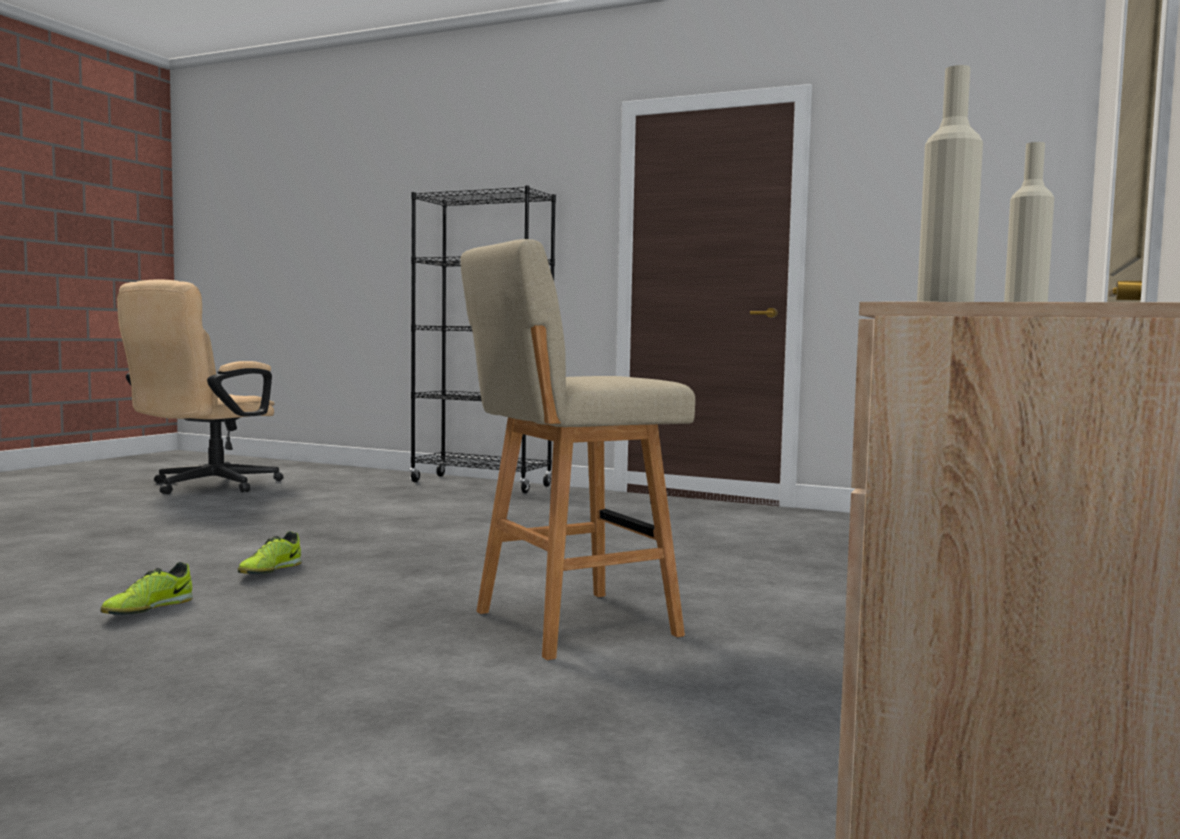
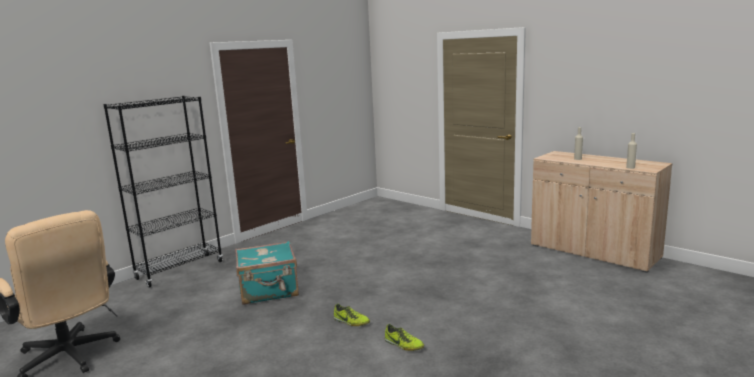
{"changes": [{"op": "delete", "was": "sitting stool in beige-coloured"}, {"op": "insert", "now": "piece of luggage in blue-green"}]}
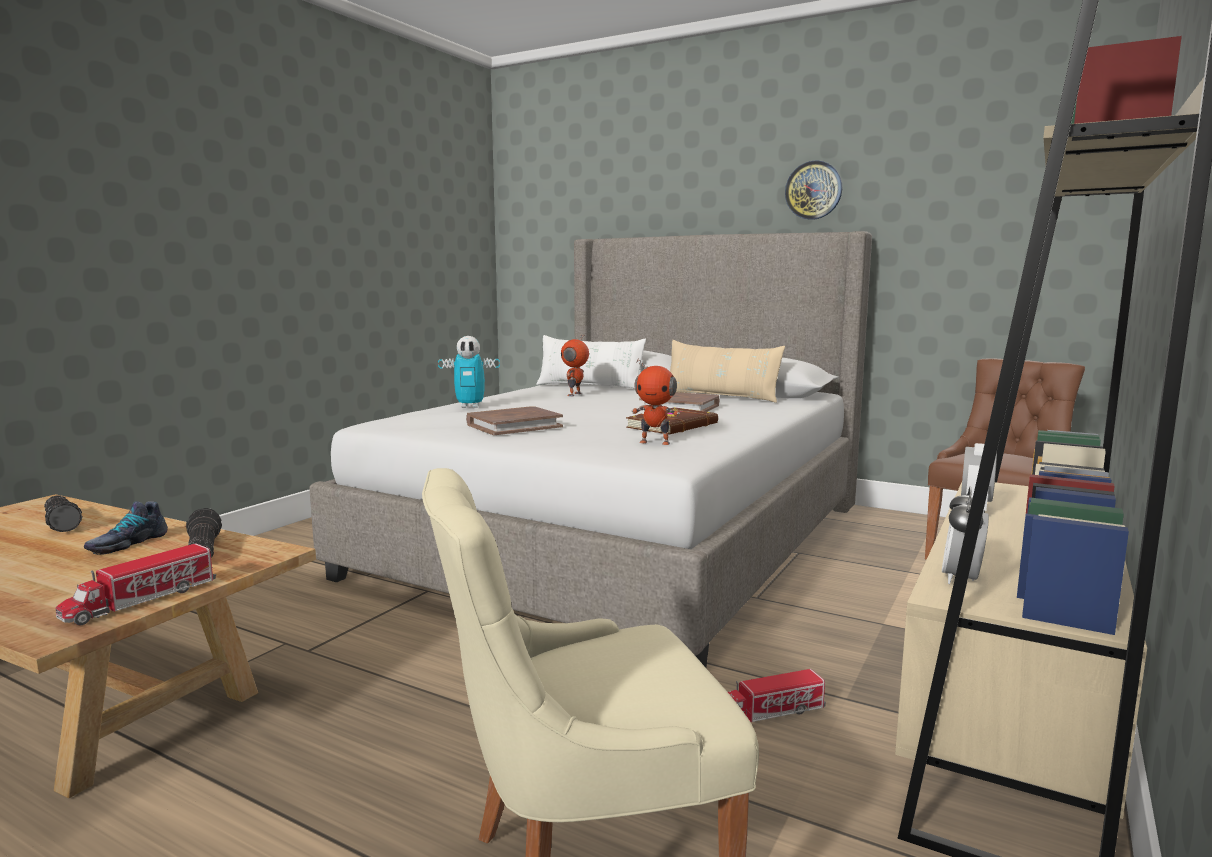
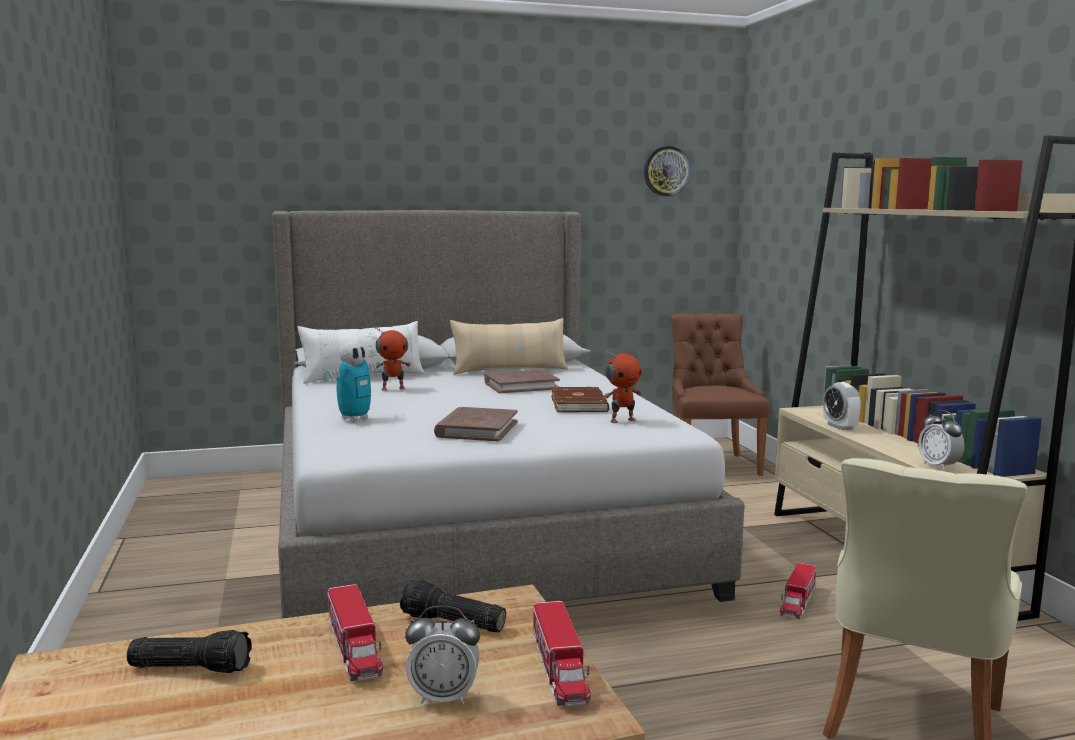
{"changes": [{"op": "move", "was": "clock on the wall"}, {"op": "rotate", "was": "model robot (2nd from left)", "clockwise": -90}, {"op": "replace", "was": "item of footwear", "now": "toy lorry (1st from left)"}, {"op": "insert", "now": "alarm clock (1st from left)"}]}
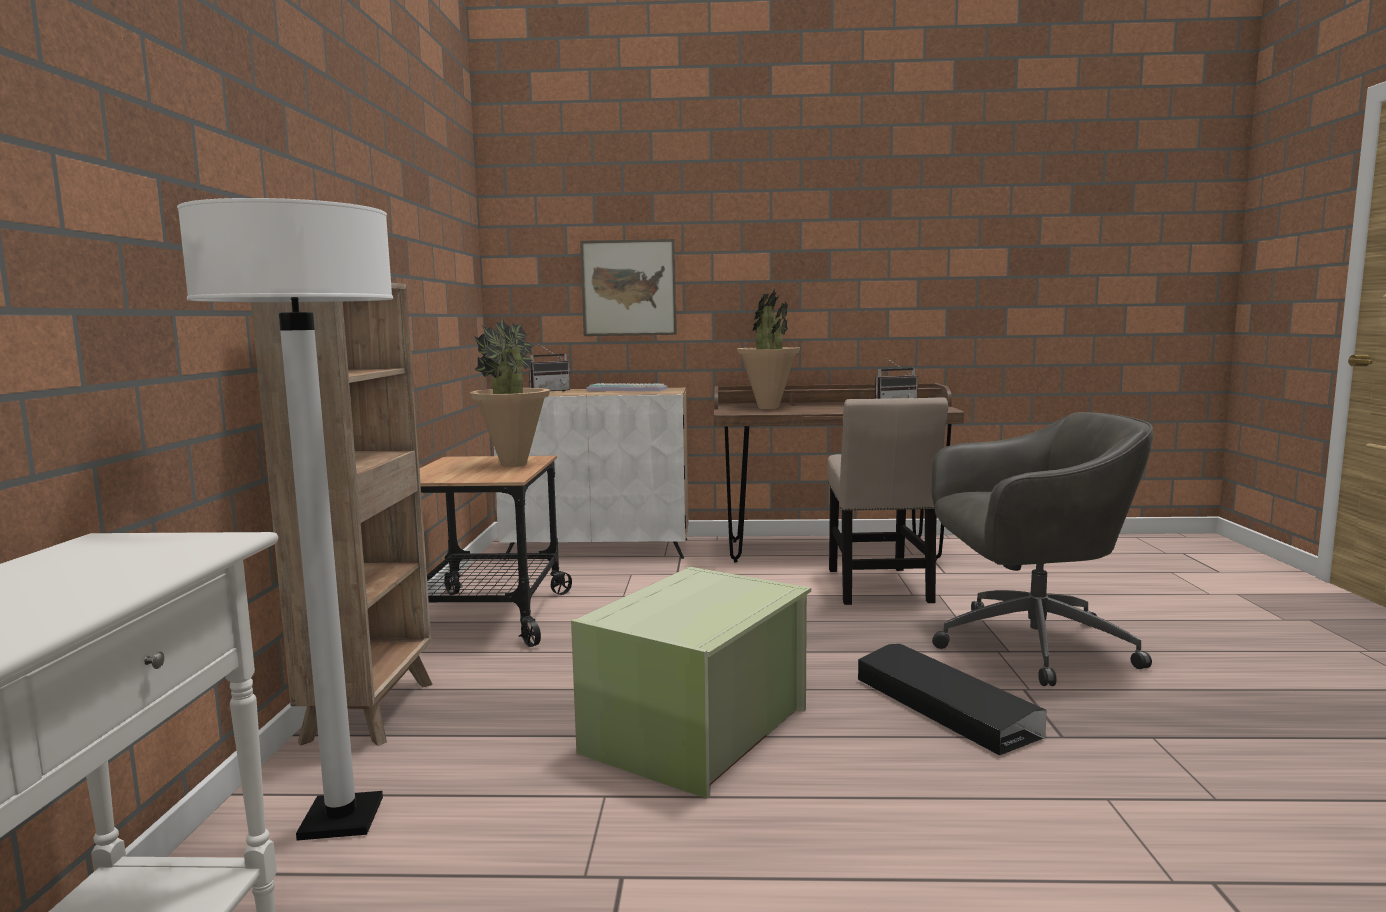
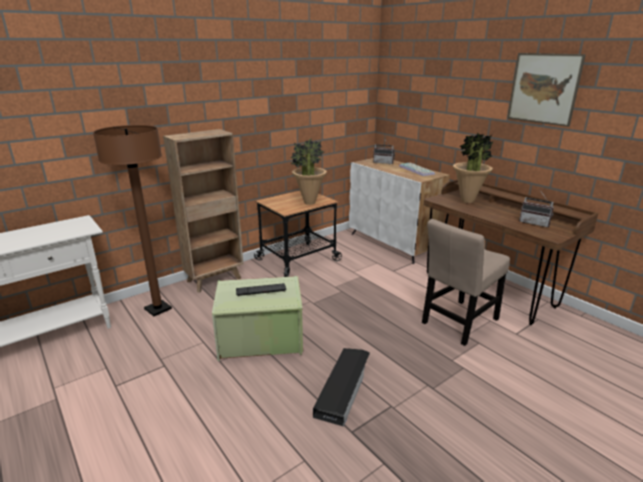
{"changes": [{"op": "recolor", "was": "floor lamp in whitish", "now": "floor lamp in brown-coloured"}, {"op": "move", "was": "picture"}, {"op": "delete", "was": "office chair in gray"}, {"op": "insert", "now": "computer keyboard (1st from left)"}]}
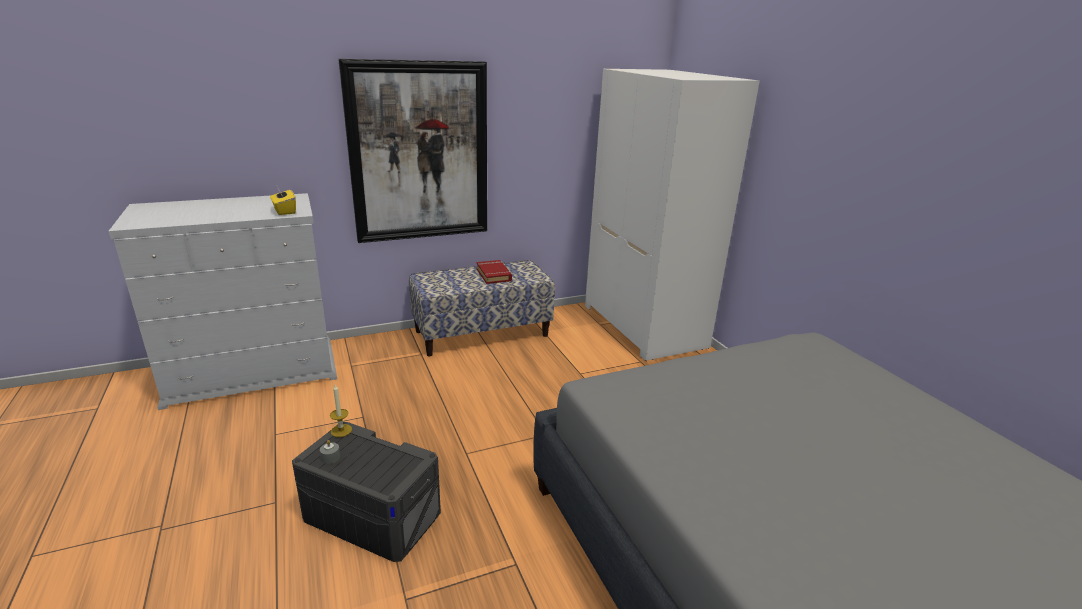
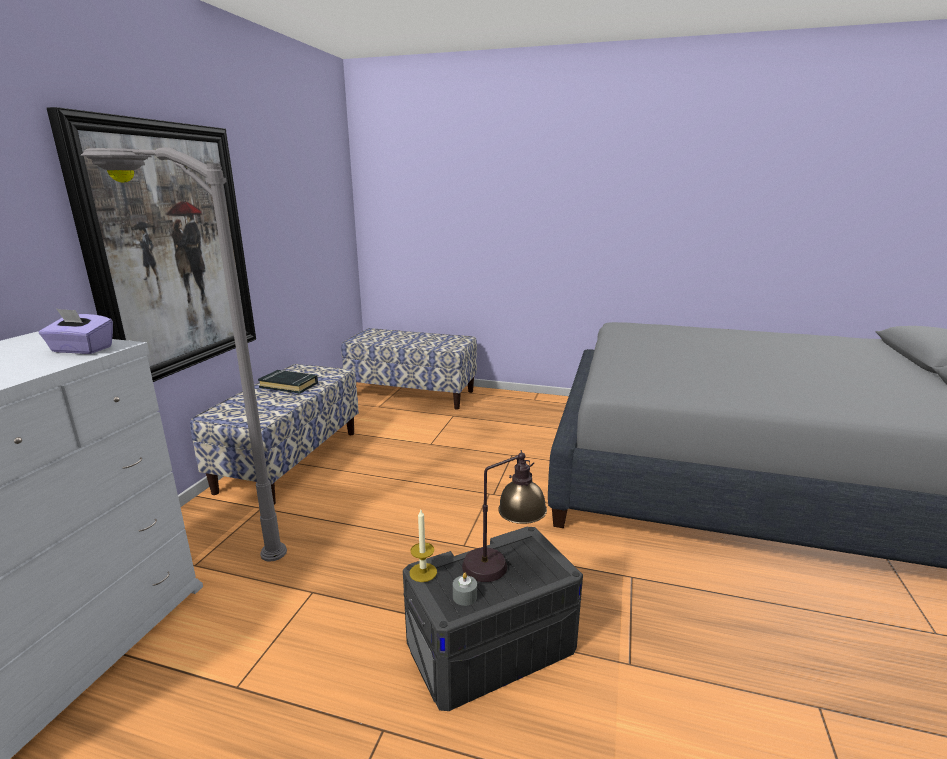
{"changes": [{"op": "replace", "was": "armoire in whitish", "now": "long seat (2nd from left)"}, {"op": "recolor", "was": "box of tissues in yellowish", "now": "box of tissues in purple"}, {"op": "recolor", "was": "bound book in red", "now": "bound book in blackish"}, {"op": "insert", "now": "floor lamp in gray"}, {"op": "insert", "now": "table lamp"}]}
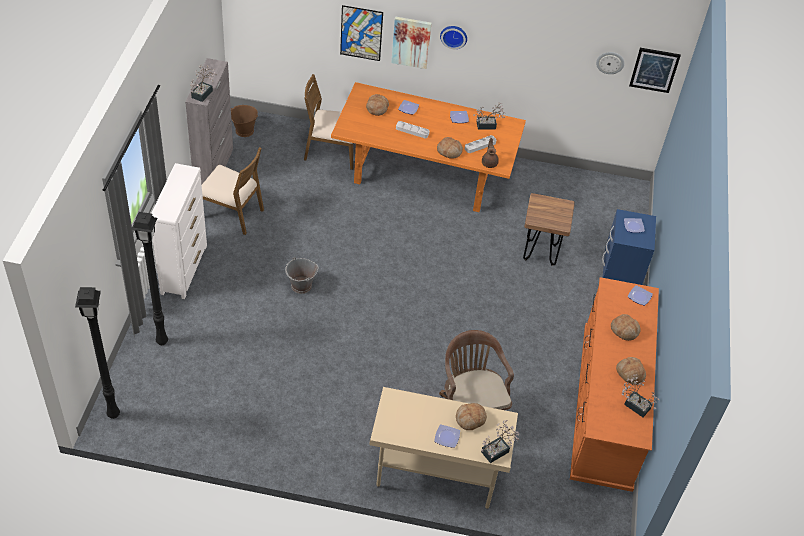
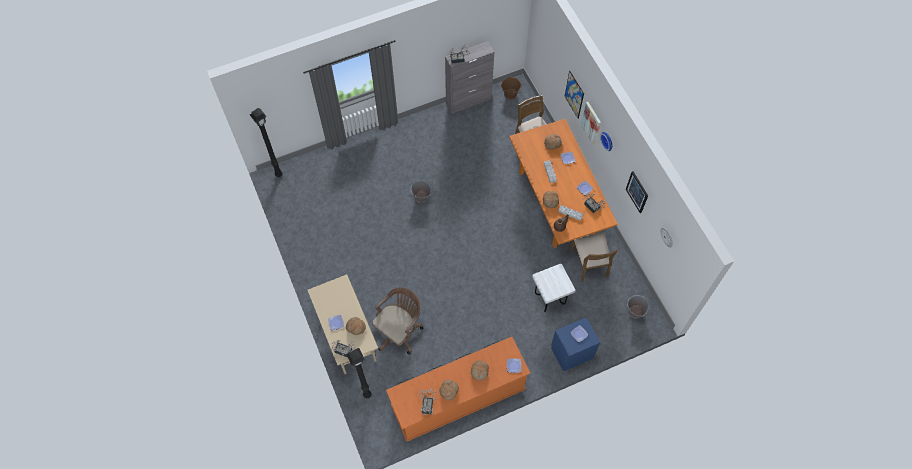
{"changes": [{"op": "move", "was": "picture (3rd from left)"}, {"op": "move", "was": "upright chair in brown-coloured (1st from left in the first image)", "now": "upright chair in brown-coloured (2nd from left)"}, {"op": "delete", "was": "chest of drawers in whitish"}, {"op": "recolor", "was": "sitting stool in brown-coloured", "now": "sitting stool in whitish"}, {"op": "move", "was": "floor lamp in blackish (2nd from left)"}, {"op": "insert", "now": "pail in gray (2nd from left)"}]}
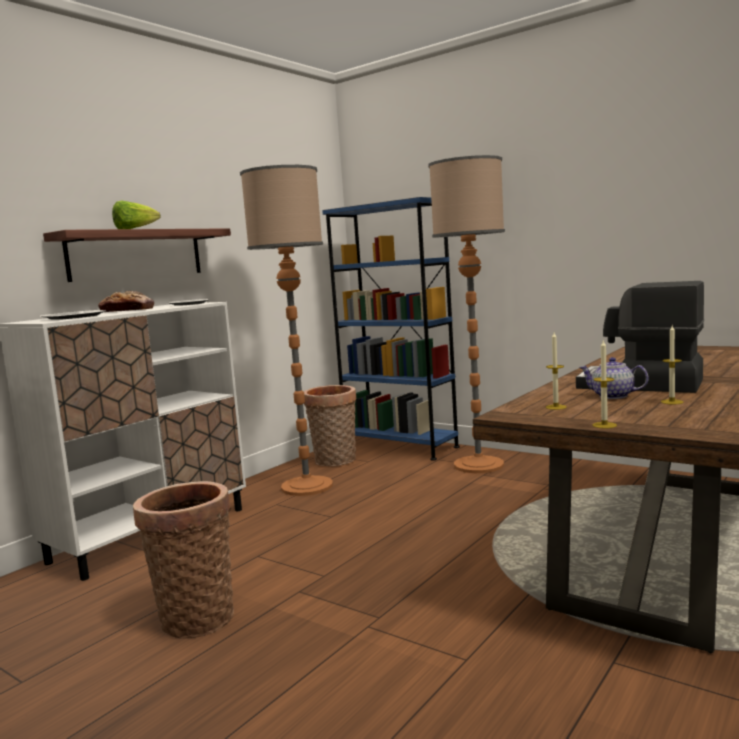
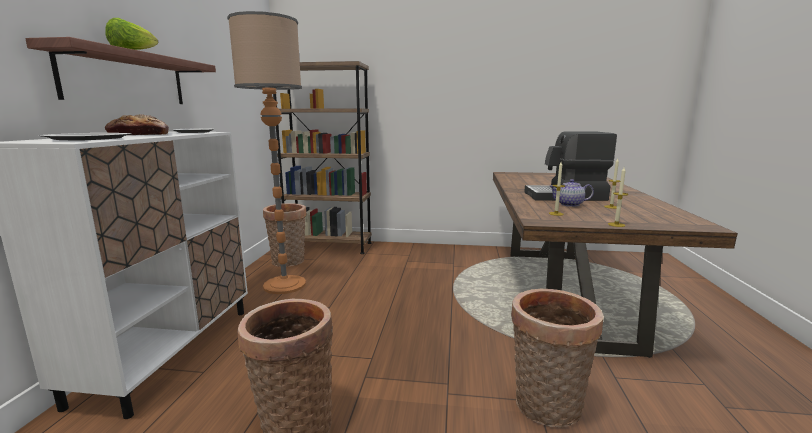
{"changes": [{"op": "delete", "was": "floor lamp (2nd from left)"}, {"op": "recolor", "was": "bookshelf in blue-coloured", "now": "bookshelf in brown-coloured"}, {"op": "insert", "now": "basket (3rd from left)"}]}
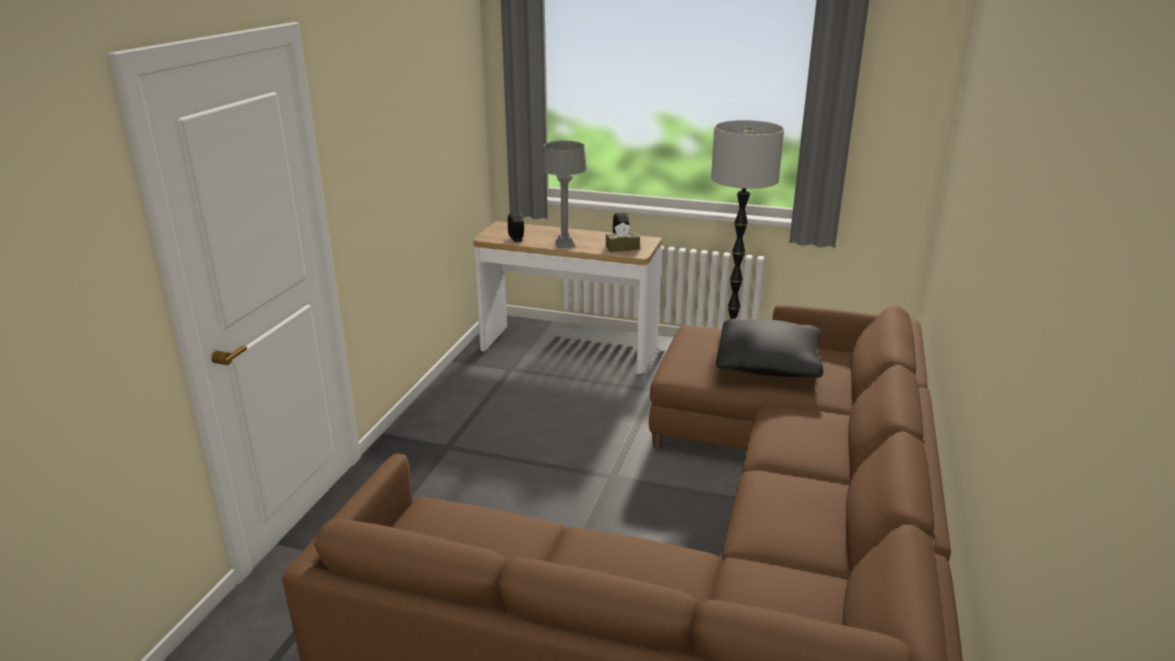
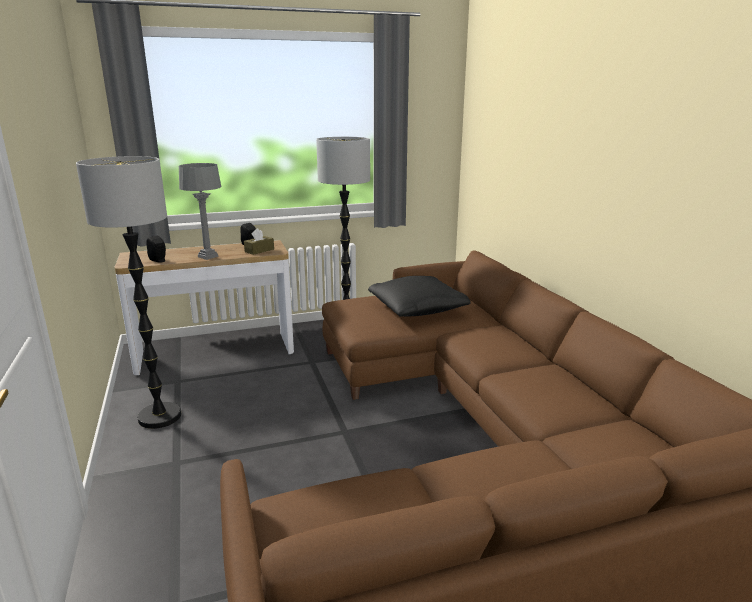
{"changes": [{"op": "insert", "now": "floor lamp (1st from left)"}]}
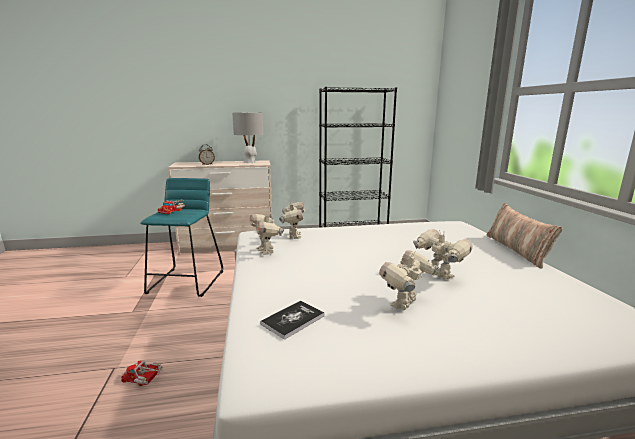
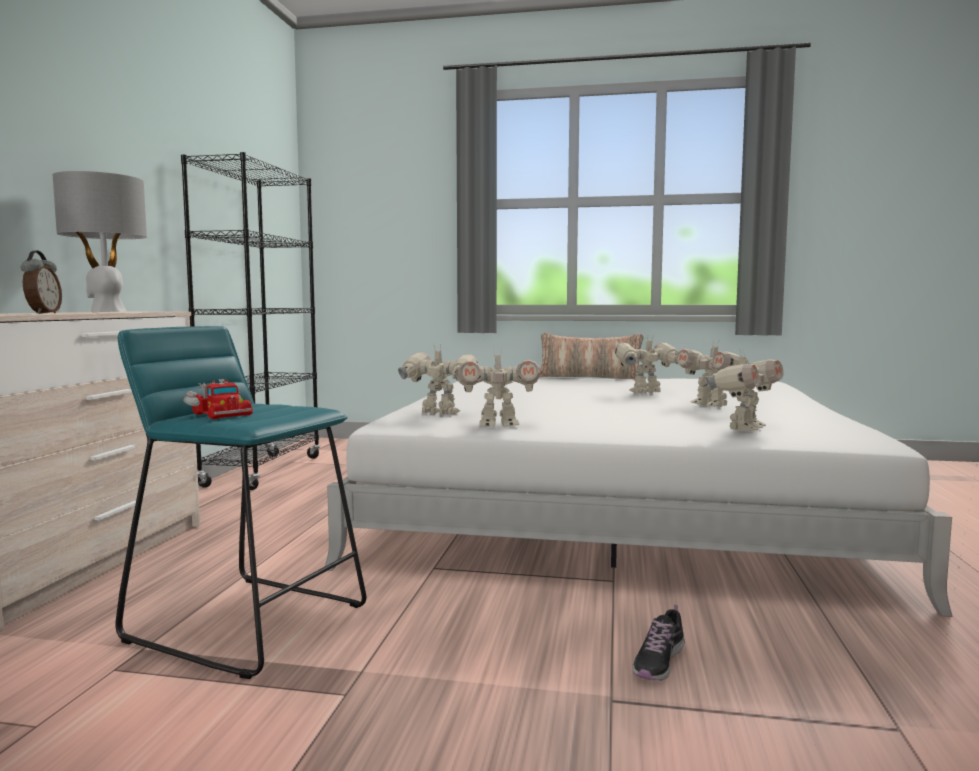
{"changes": [{"op": "replace", "was": "bound book", "now": "model robot (5th from left)"}, {"op": "replace", "was": "toy lorry (1st from left)", "now": "item of footwear"}]}
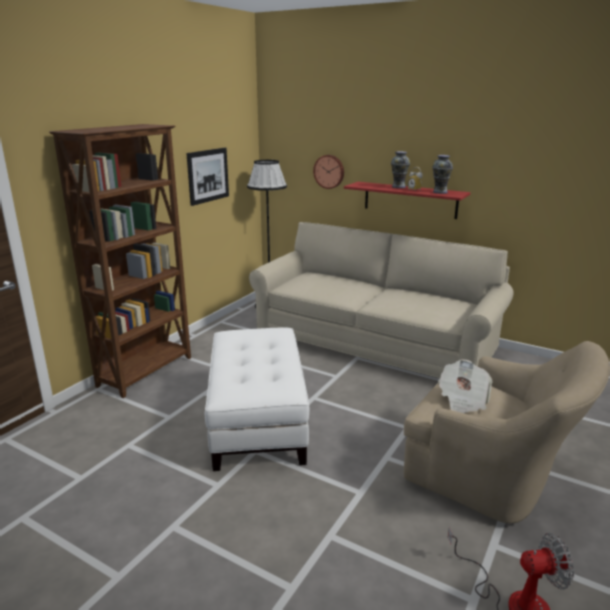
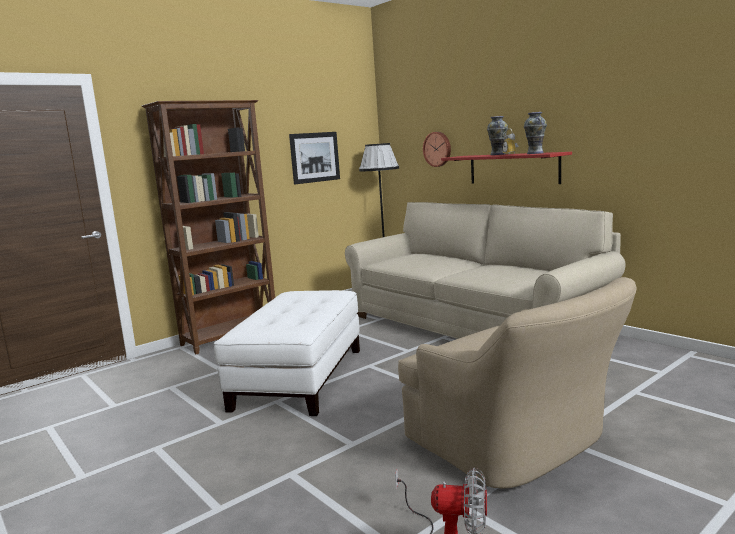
{"changes": [{"op": "delete", "was": "daily paper"}]}
